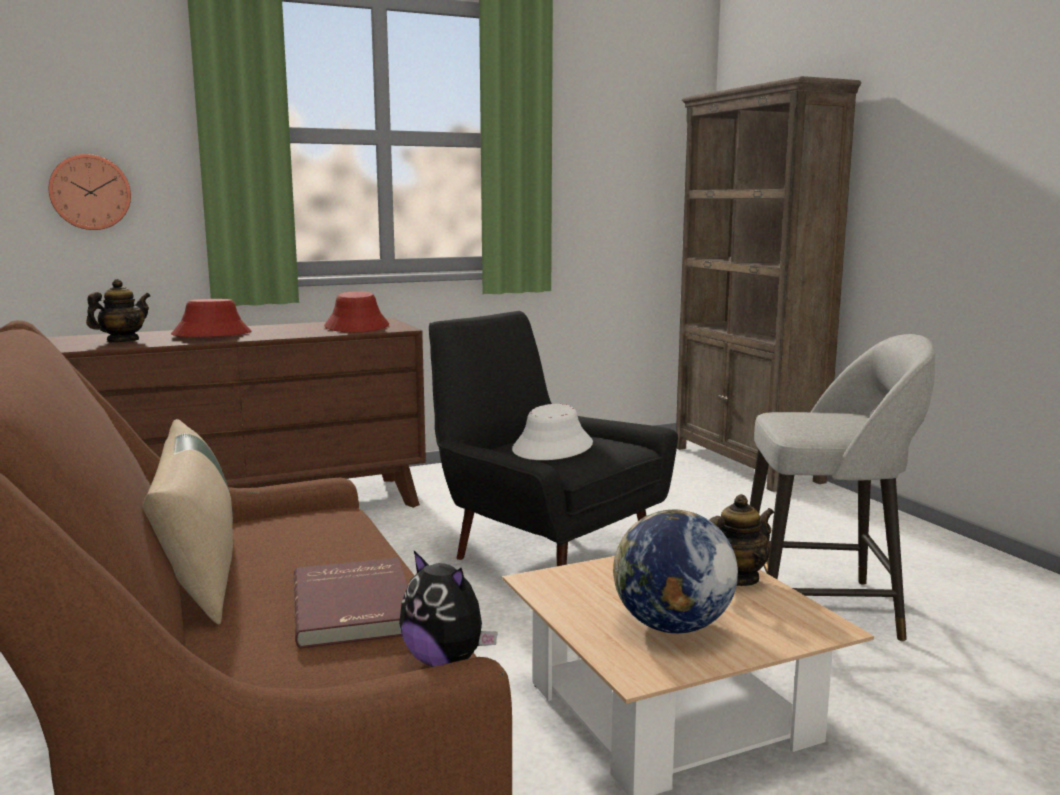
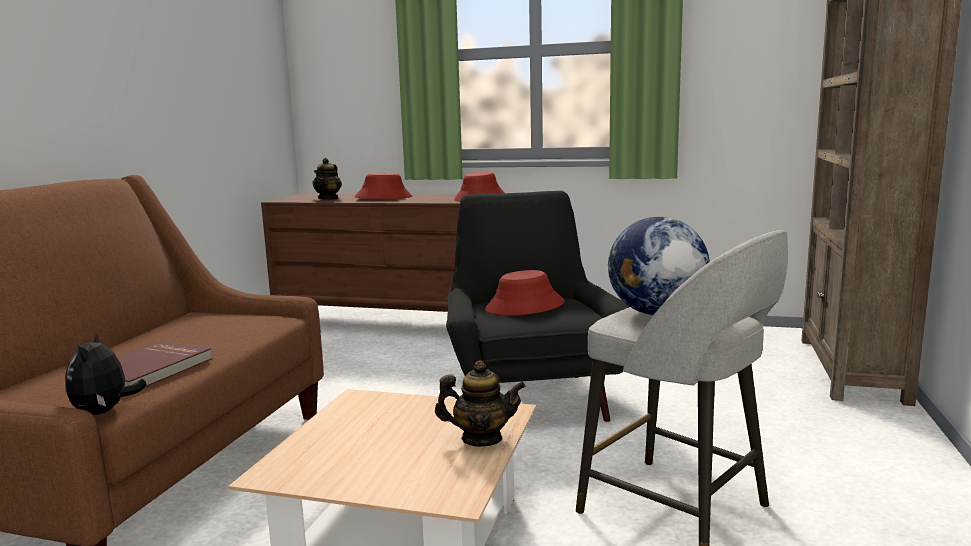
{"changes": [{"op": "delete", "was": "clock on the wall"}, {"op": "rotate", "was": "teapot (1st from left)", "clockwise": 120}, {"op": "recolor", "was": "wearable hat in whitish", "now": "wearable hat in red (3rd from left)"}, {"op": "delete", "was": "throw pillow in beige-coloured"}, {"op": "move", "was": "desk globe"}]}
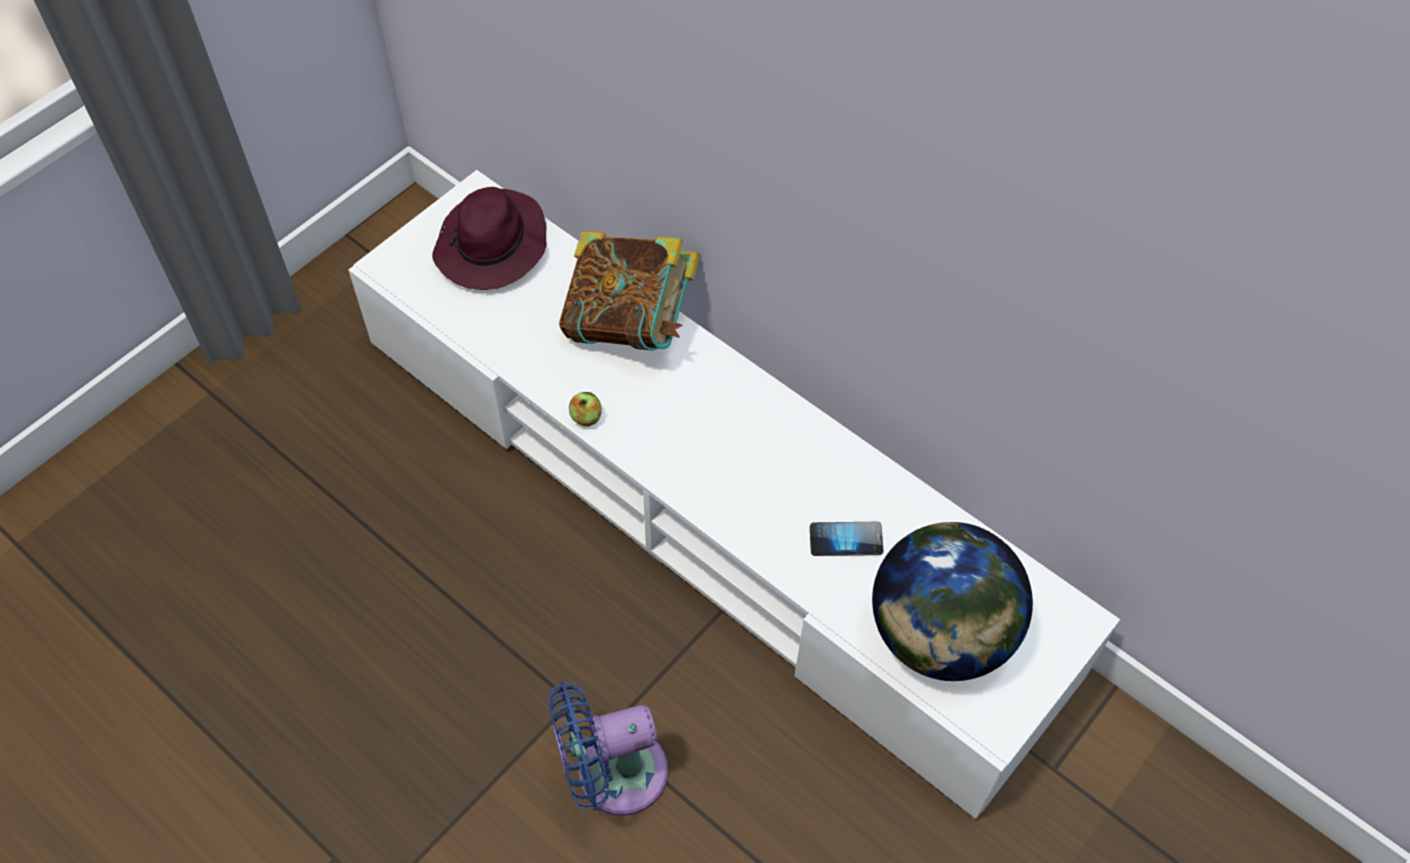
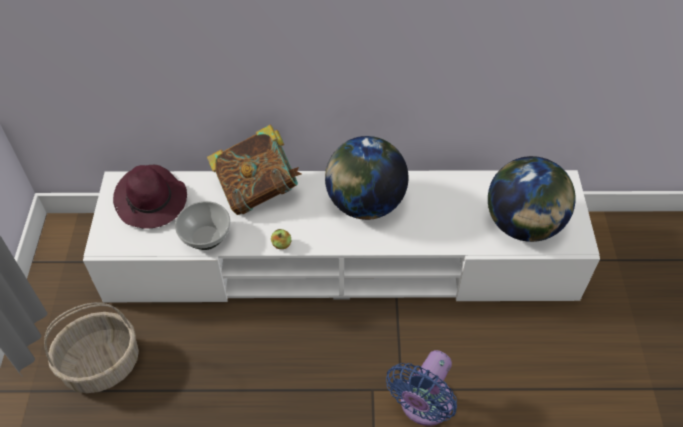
{"changes": [{"op": "delete", "was": "telephone"}, {"op": "insert", "now": "desk globe (1st from left)"}, {"op": "insert", "now": "bowl"}, {"op": "insert", "now": "basket"}]}
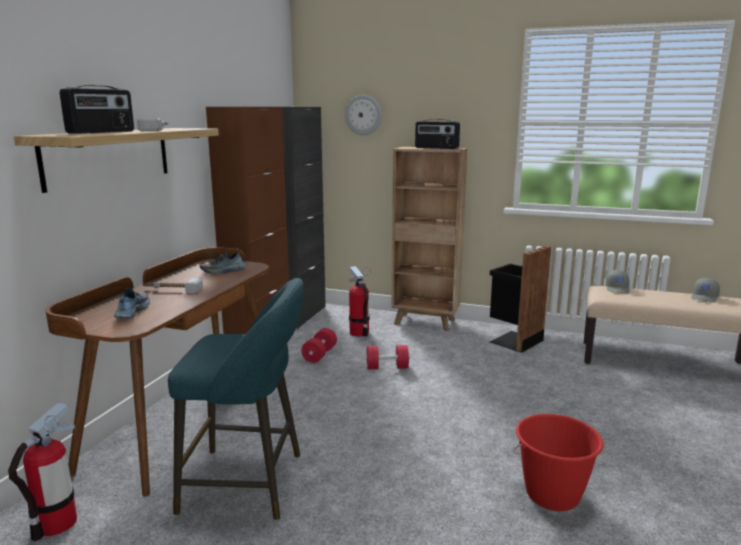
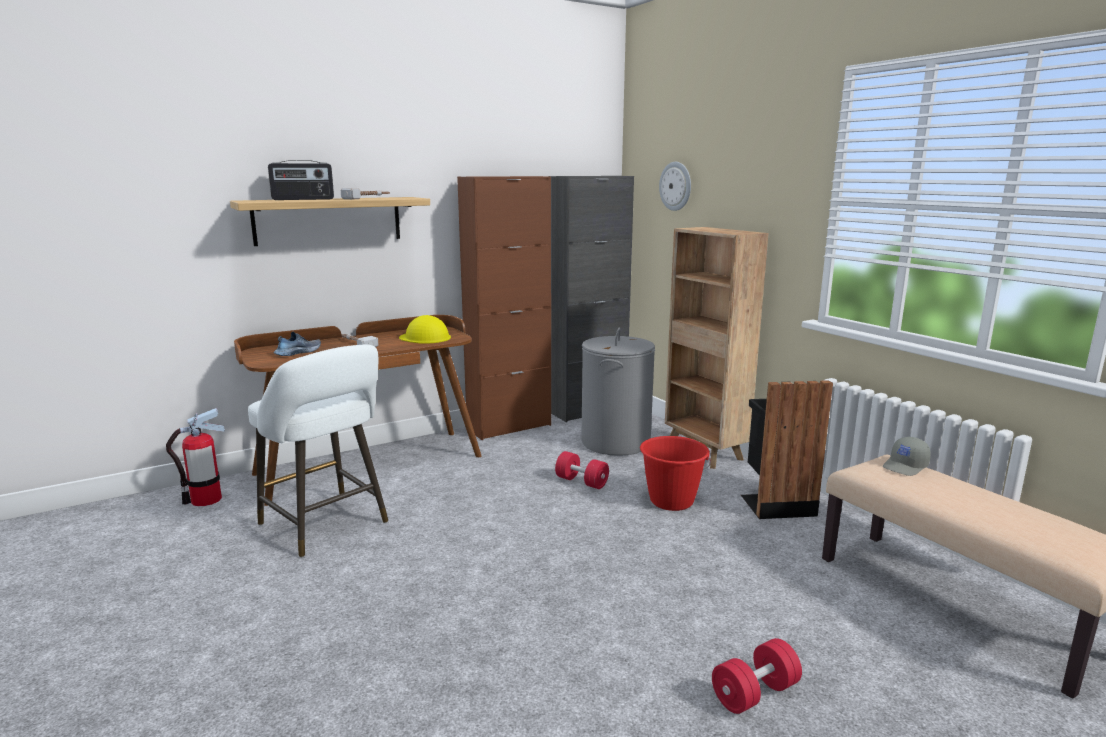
{"changes": [{"op": "delete", "was": "radio receiver (2nd from left)"}, {"op": "replace", "was": "item of footwear (2nd from left)", "now": "safety helmet in yellowish"}, {"op": "replace", "was": "fire extinguisher (2nd from left)", "now": "hamper in gray"}, {"op": "recolor", "was": "sitting stool in blue-green", "now": "sitting stool in whitish"}, {"op": "delete", "was": "peaked cap in gray (2nd from left)"}, {"op": "move", "was": "free weight in red (1st from left in the first image)", "now": "free weight in red (2nd from left)"}, {"op": "move", "was": "pail in red"}]}
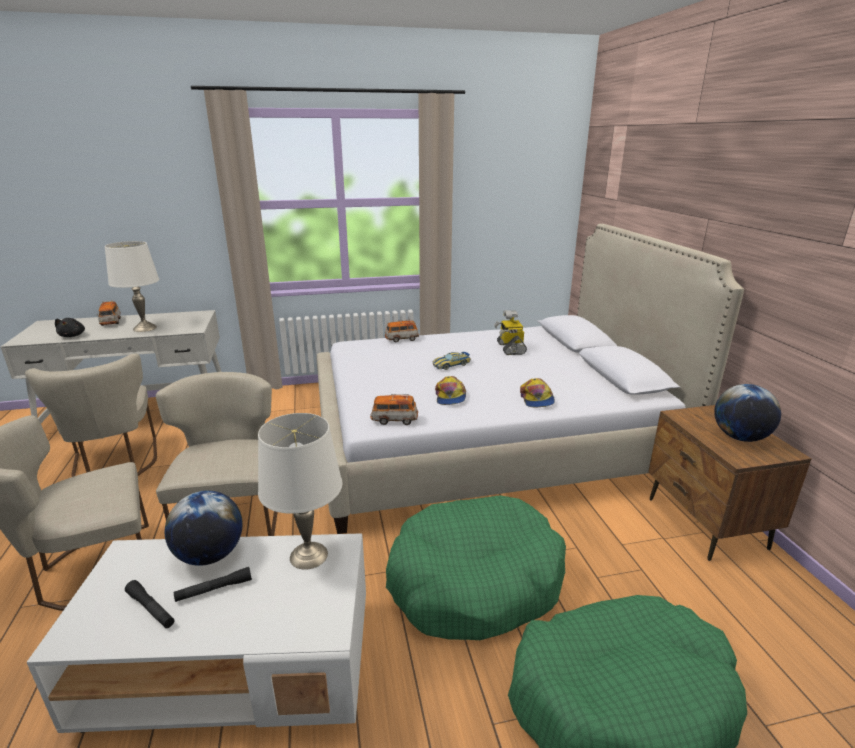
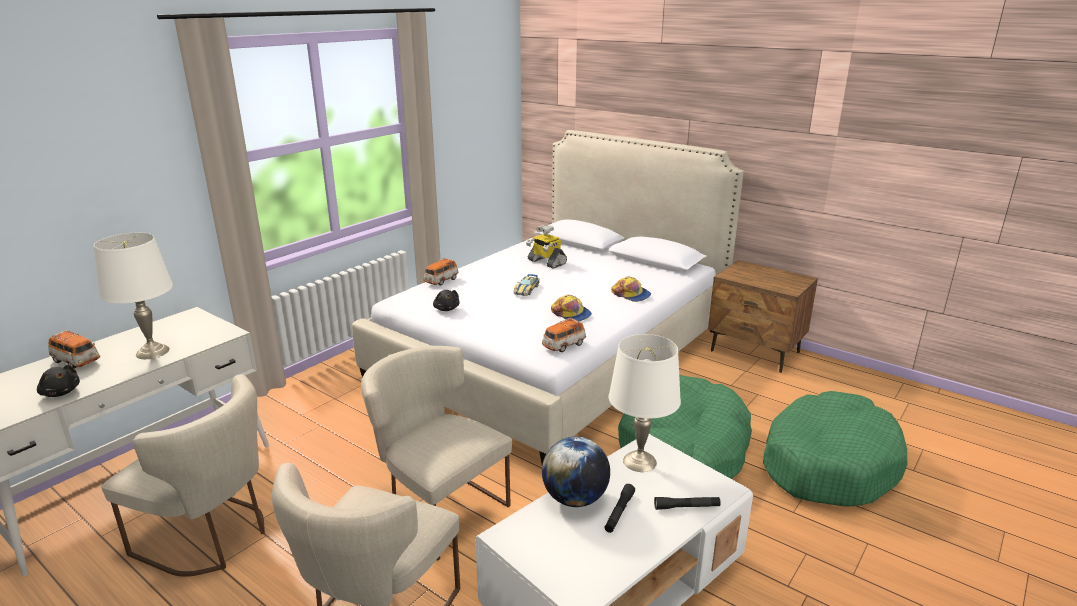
{"changes": [{"op": "delete", "was": "desk globe (2nd from left)"}, {"op": "move", "was": "hand torch in blackish (1st from left in the first image)", "now": "hand torch in blackish (2nd from left)"}, {"op": "insert", "now": "plush toy in blackish (2nd from left)"}]}
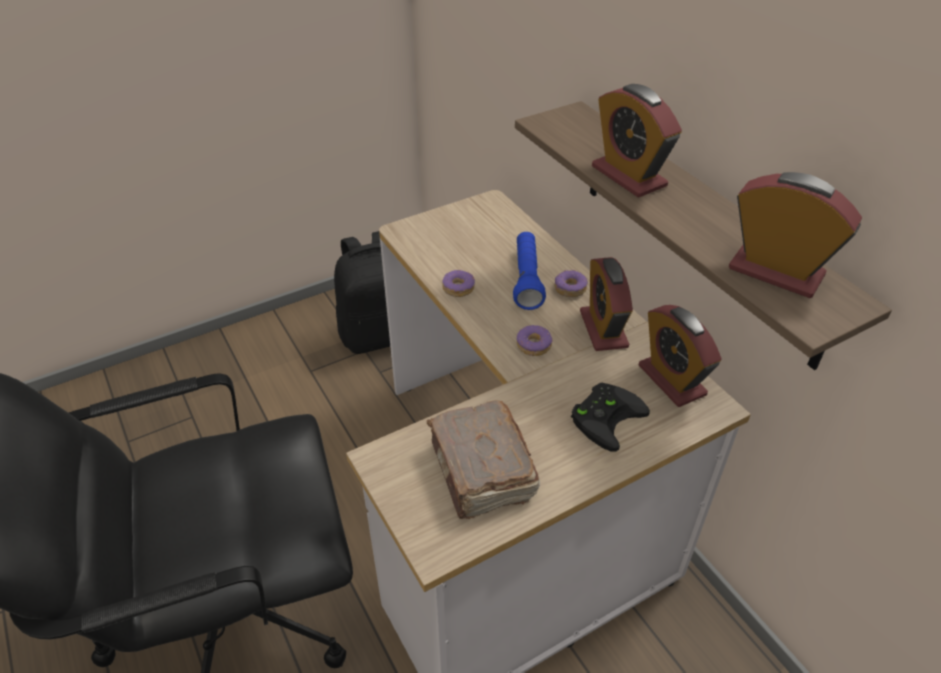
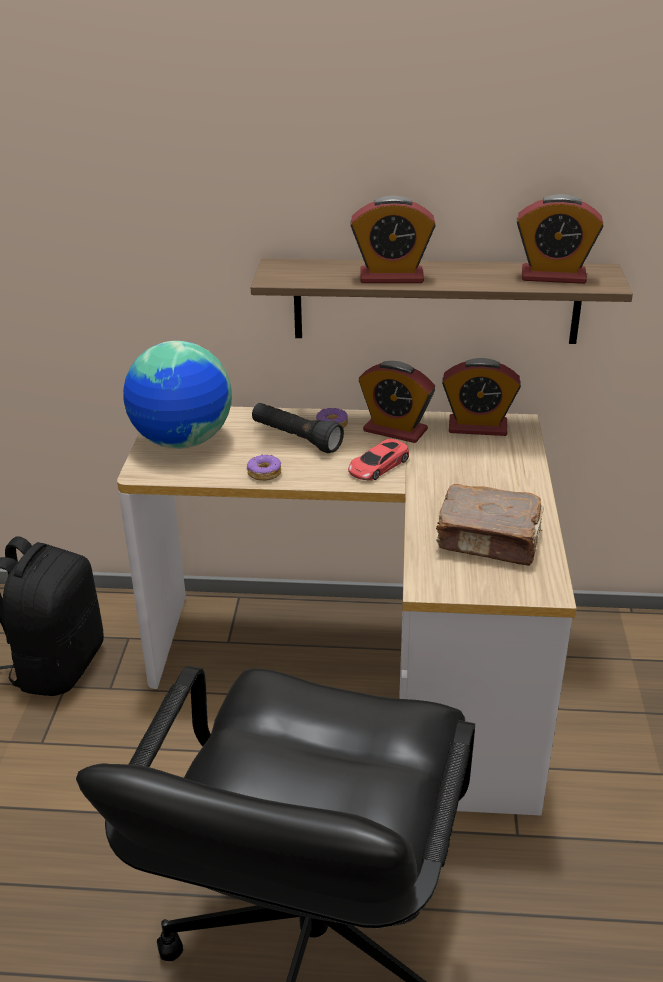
{"changes": [{"op": "rotate", "was": "alarm clock (4th from left)", "clockwise": -150}, {"op": "recolor", "was": "hand torch in blue-coloured", "now": "hand torch in blackish"}, {"op": "replace", "was": "ring doughnut (2nd from left)", "now": "miniature car in red"}, {"op": "delete", "was": "joypad in blackish"}, {"op": "insert", "now": "desk globe"}]}
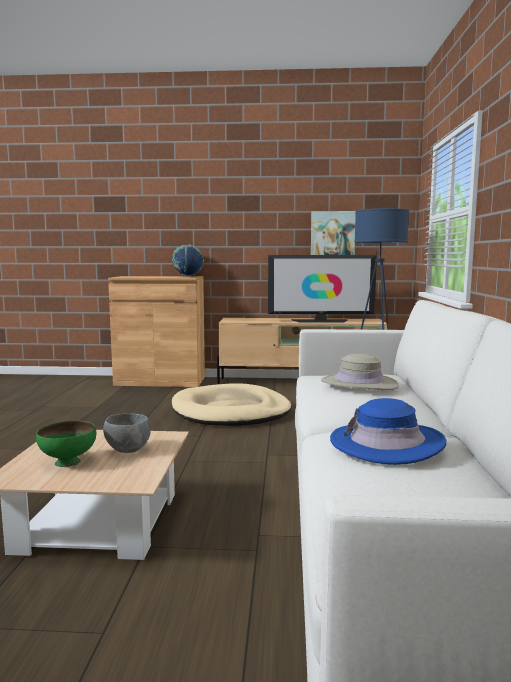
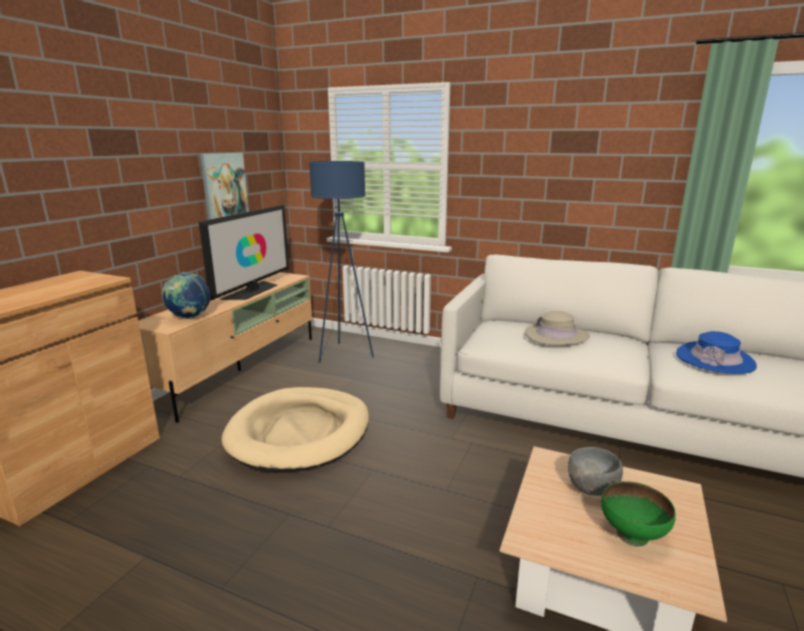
{"changes": [{"op": "move", "was": "desk globe"}]}
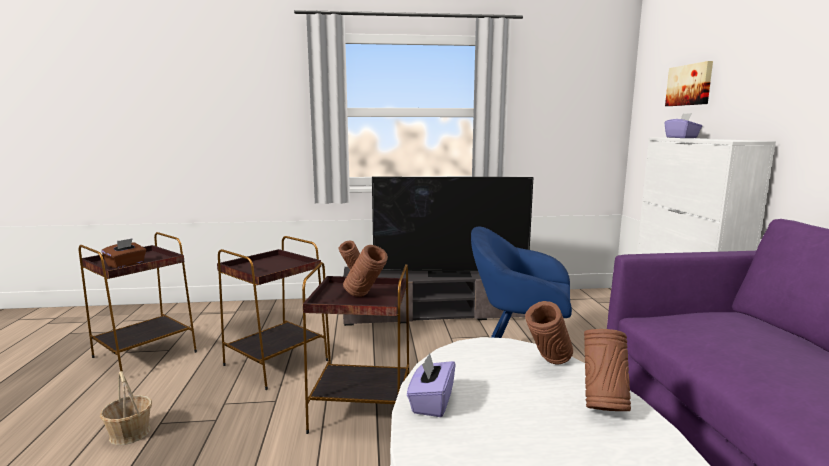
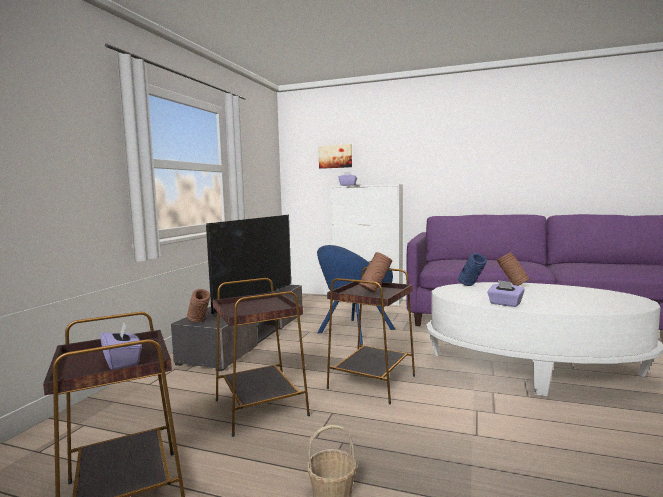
{"changes": [{"op": "recolor", "was": "box of tissues in brown-coloured", "now": "box of tissues in purple (1st from left)"}, {"op": "recolor", "was": "flower vase in brown-coloured (3rd from left)", "now": "flower vase in blue-coloured"}]}
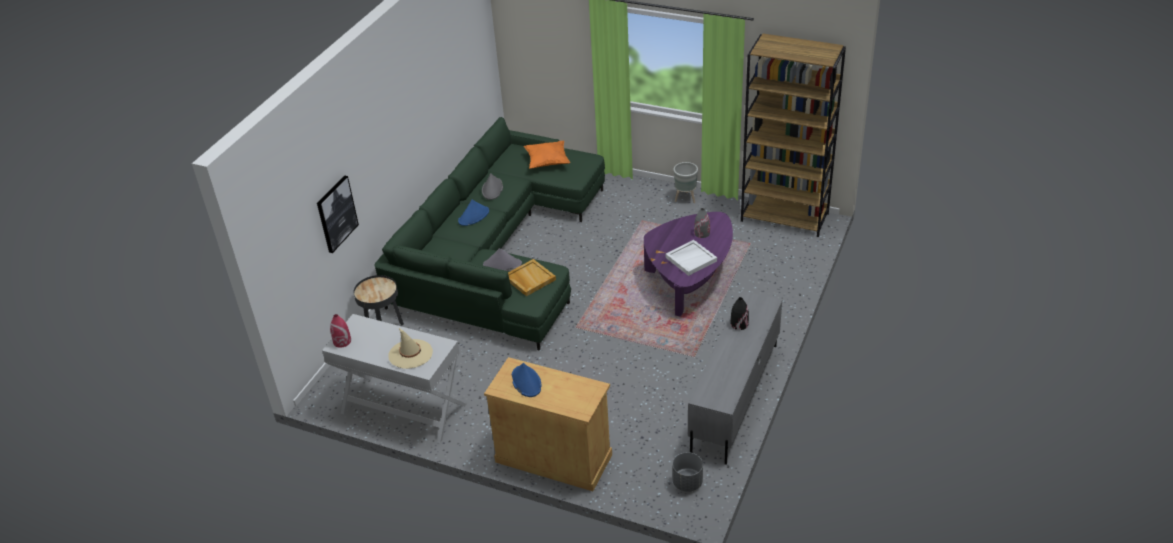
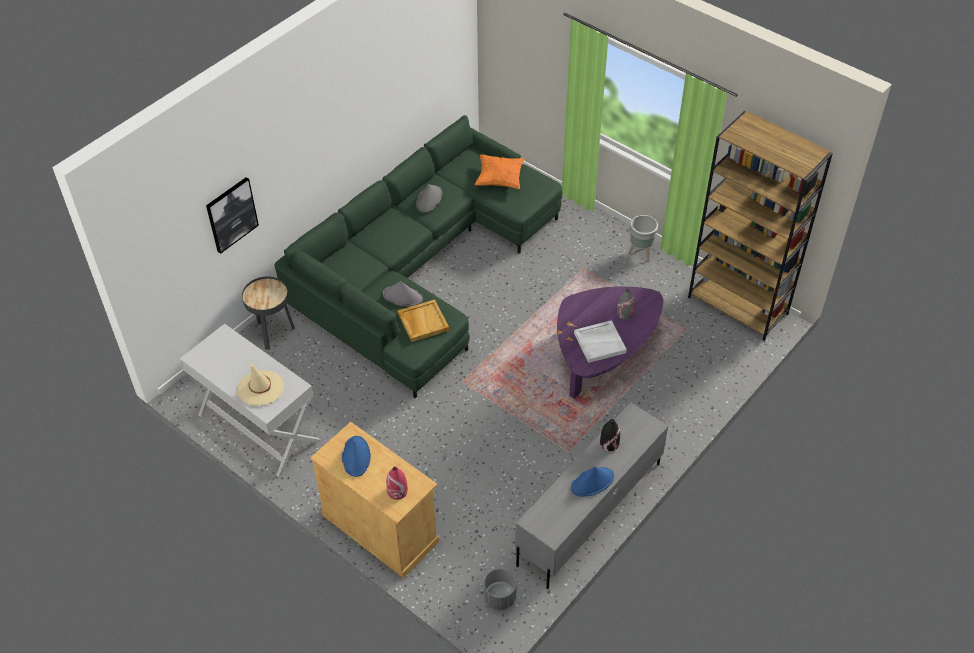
{"changes": [{"op": "move", "was": "wearable hat in blue-coloured (1st from left in the first image)", "now": "wearable hat in blue-coloured (2nd from left)"}, {"op": "move", "was": "flower vase in red"}]}
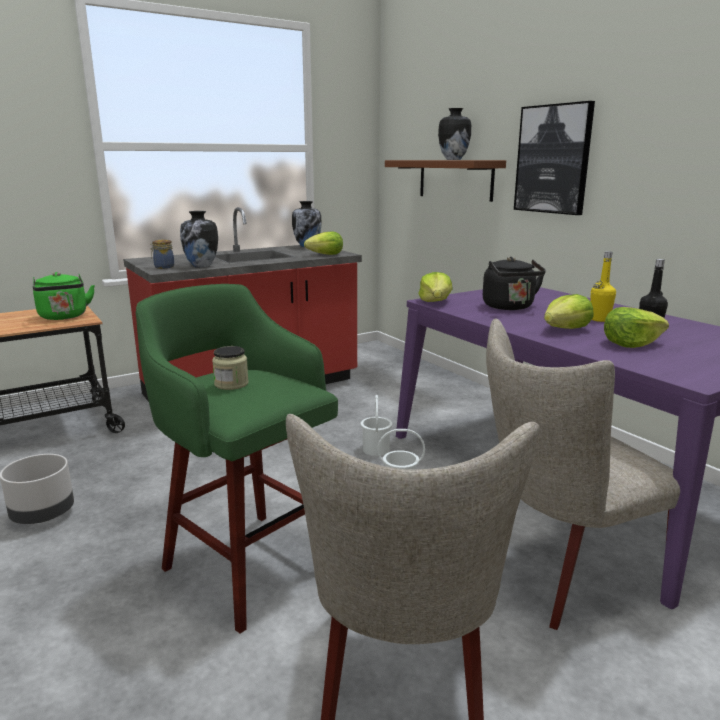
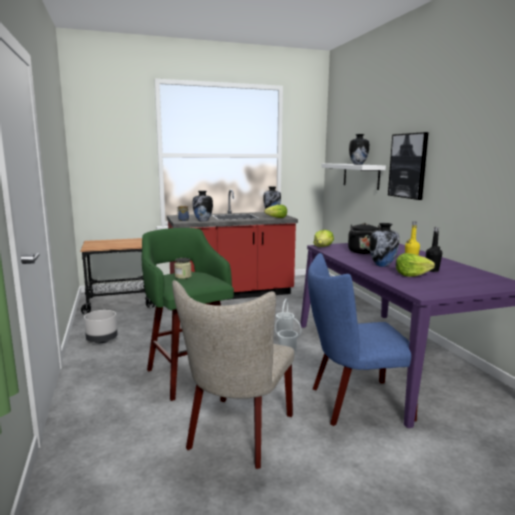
{"changes": [{"op": "recolor", "was": "shelf in brown-coloured", "now": "shelf in whitish"}, {"op": "delete", "was": "water kettle in green-coloured"}, {"op": "replace", "was": "head of lettuce (3rd from left)", "now": "flower vase (4th from left)"}, {"op": "recolor", "was": "upright chair in beige-coloured (2nd from left)", "now": "upright chair in blue-coloured"}]}
